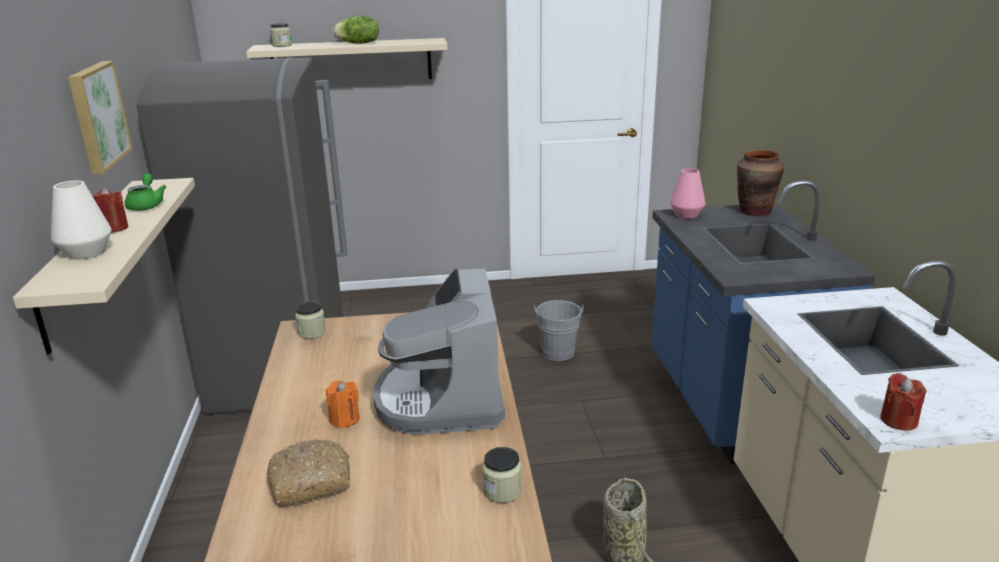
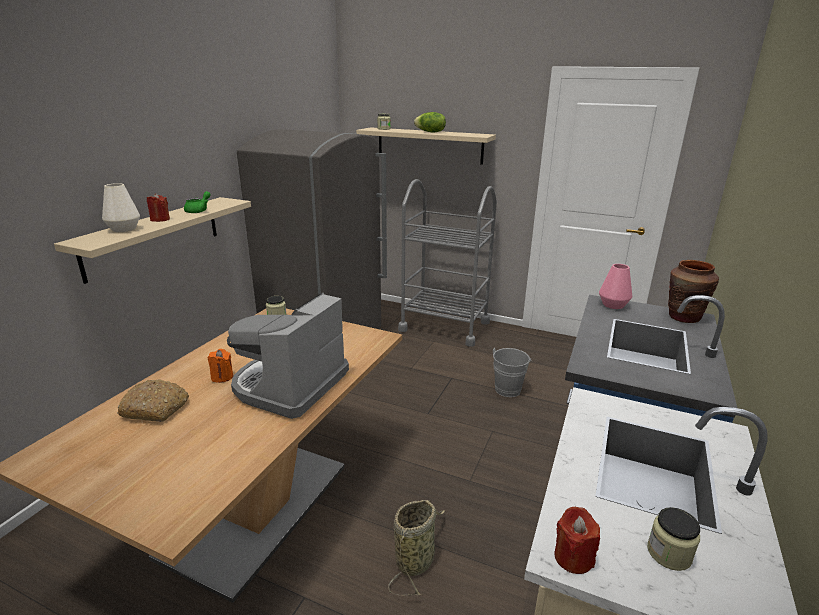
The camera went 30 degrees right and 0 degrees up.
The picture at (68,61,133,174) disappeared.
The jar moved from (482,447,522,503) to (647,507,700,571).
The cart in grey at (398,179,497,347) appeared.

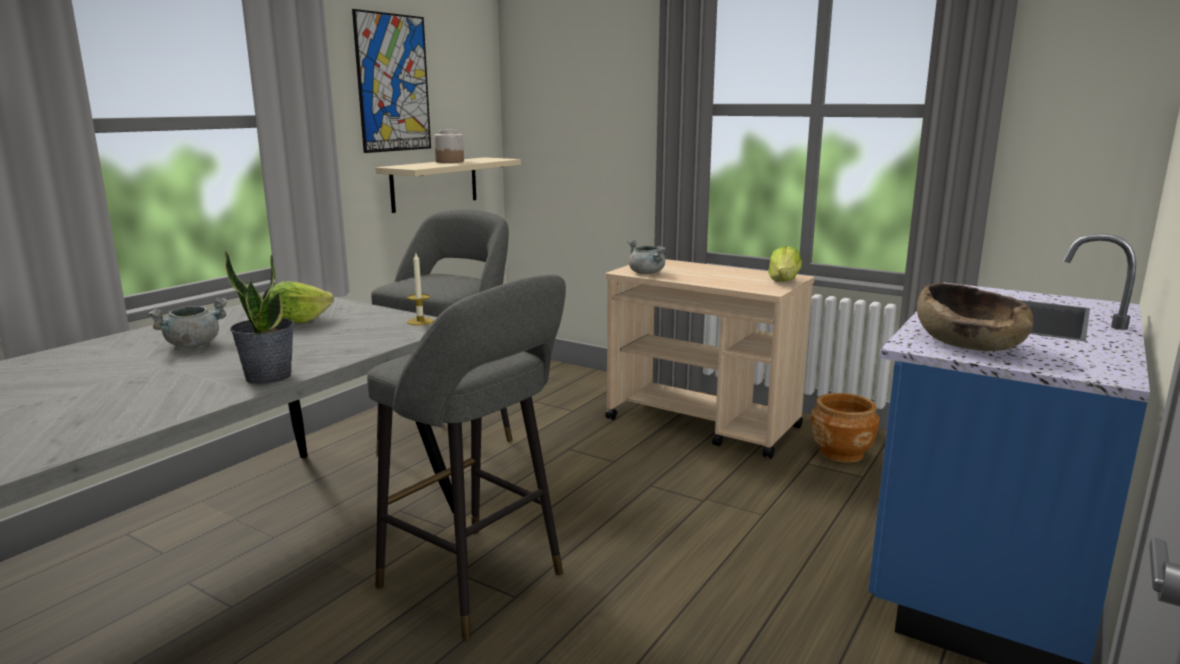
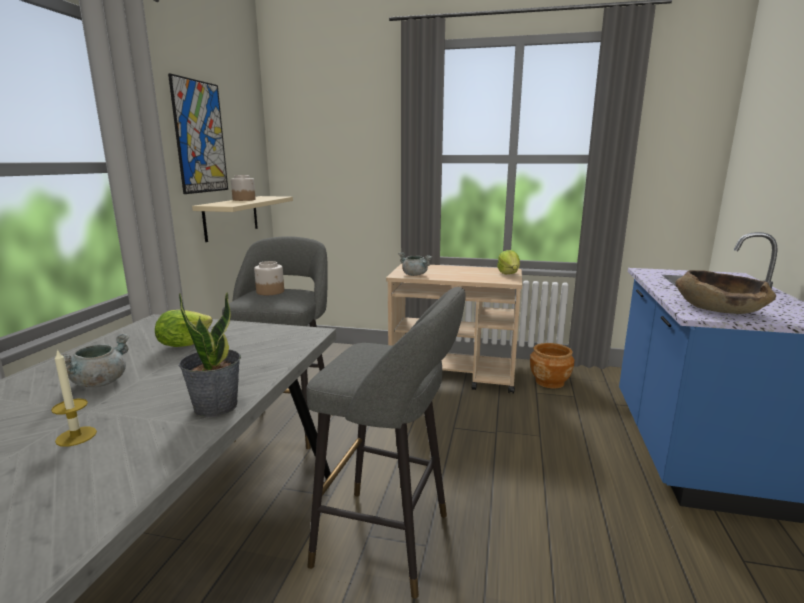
The camera went 20 degrees left and 0 degrees up.
The candle moved from (407,253,434,325) to (51,349,97,447).
The jar at (254,261,284,295) appeared.

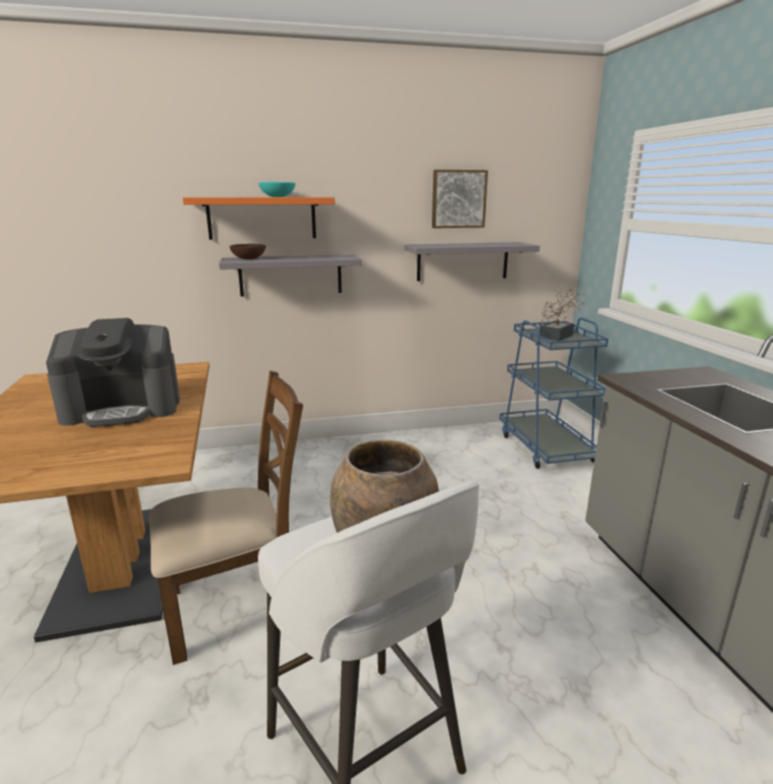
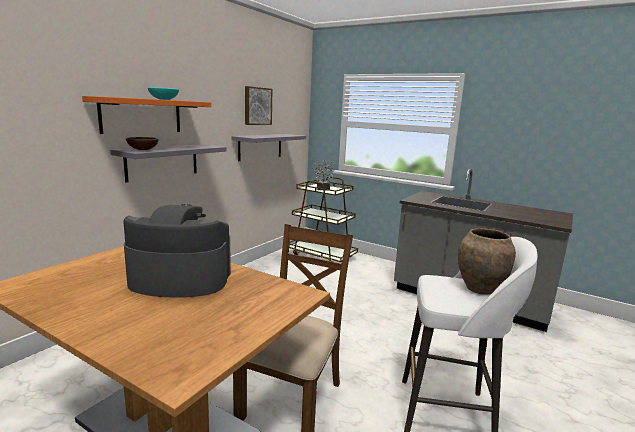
The camera went 45 degrees left and 5 degrees down.
The cart in blue at (499,317,609,469) became the cart in brown at (289,176,358,262).
The coffee machine at (46,318,180,427) turned 120 degrees counterclockwise.

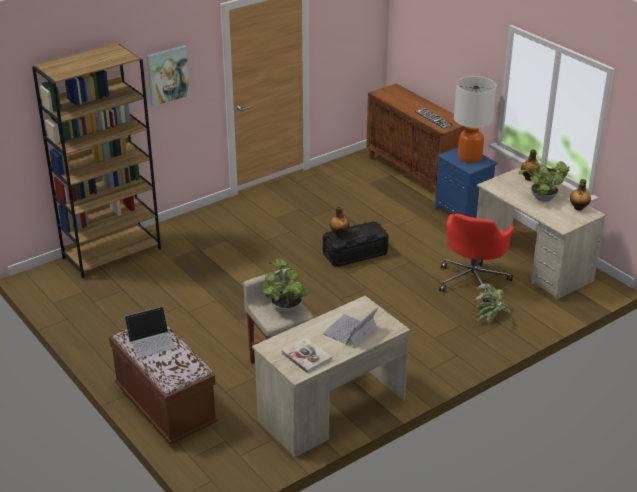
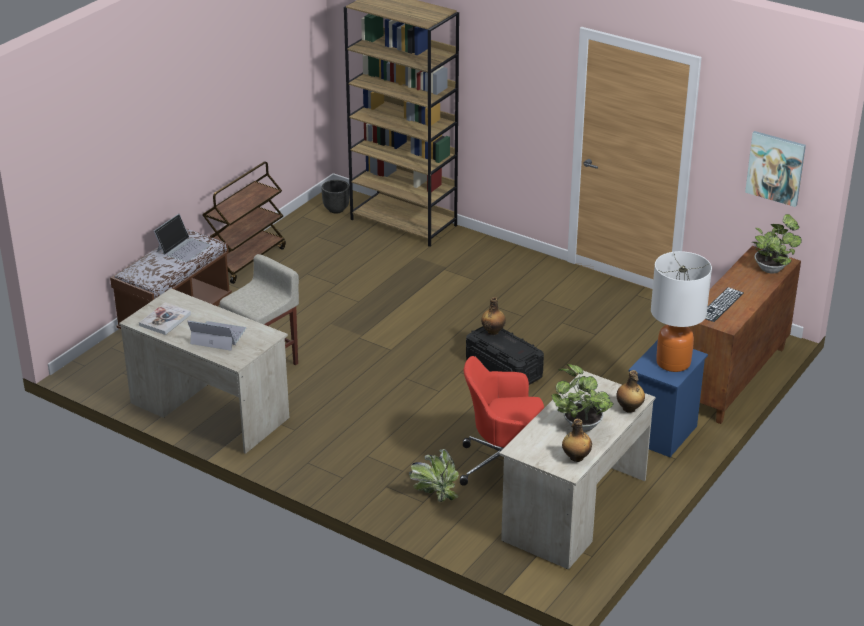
The camera went 70 degrees right and 0 degrees up.
The picture moved from (147,45,190,106) to (745,131,806,207).
The potted plant moved from (261,258,310,314) to (752,214,802,273).
The laptop at (124,306,176,358) turned 105 degrees counterclockwise.
The cart in brown at (203,161,286,284) appeared.
The planter in black at (321,180,350,214) appeared.

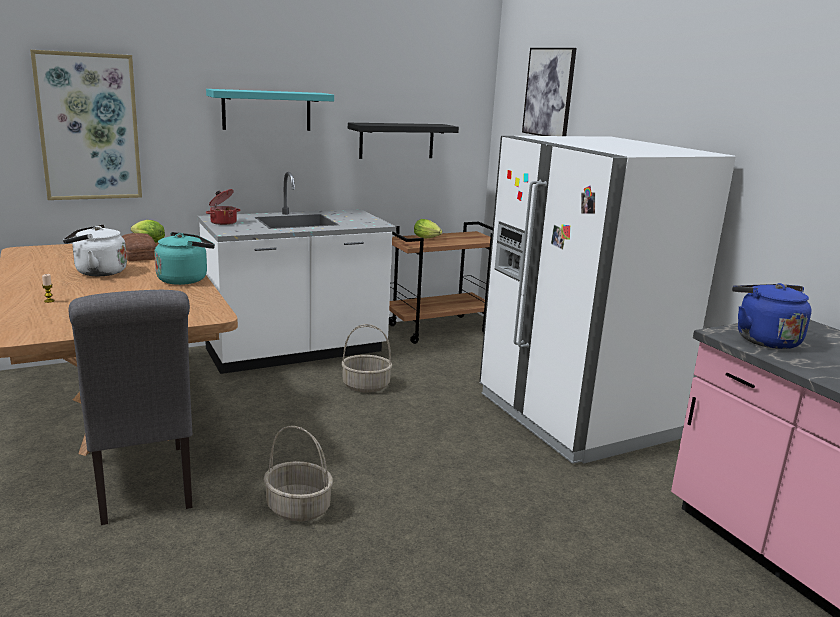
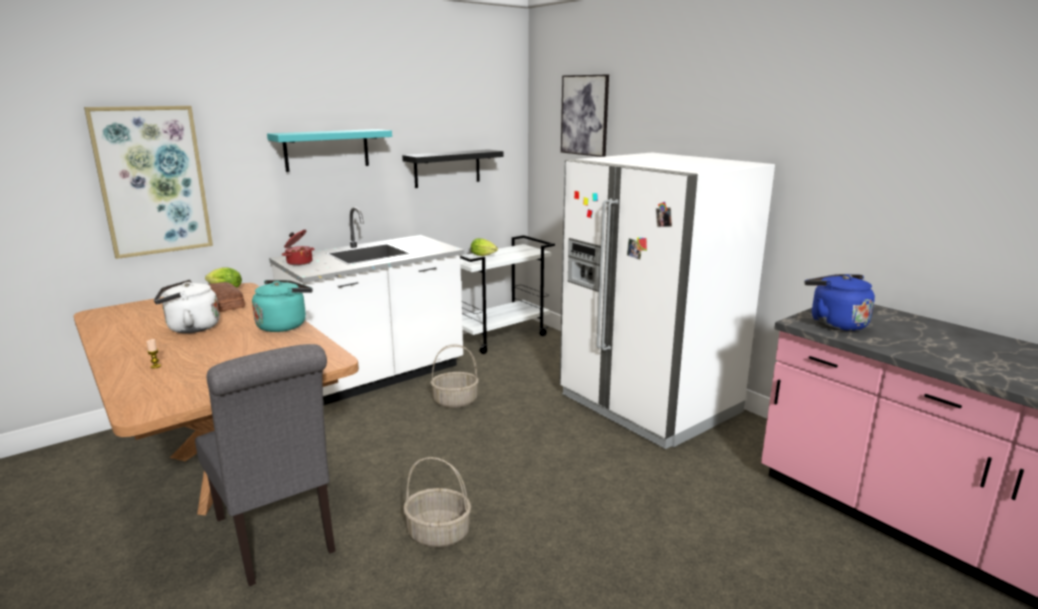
The camera went 10 degrees left and 0 degrees up.
The cart in brown at (389,222,493,344) became the cart in white at (460,235,555,354).

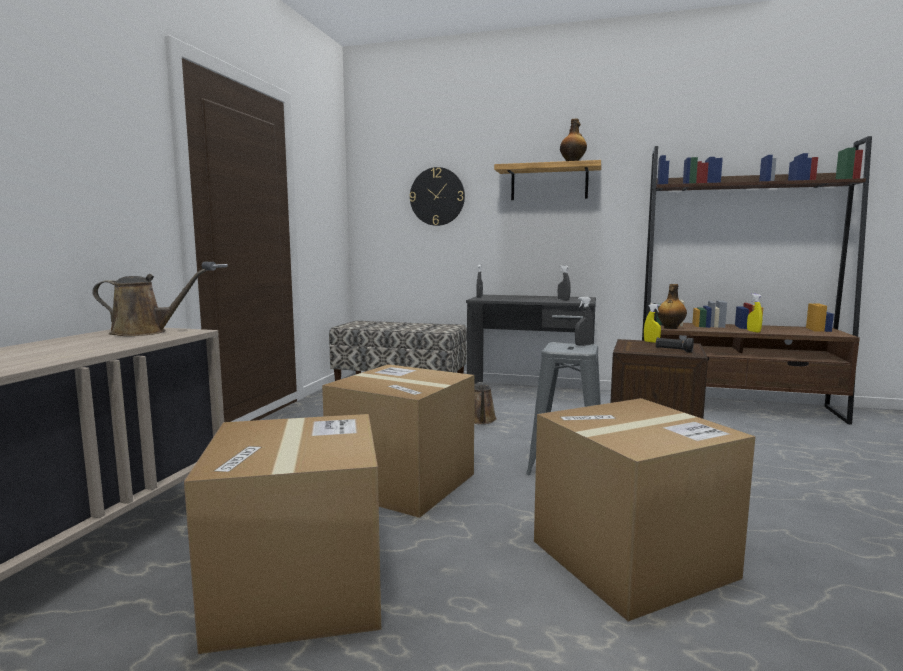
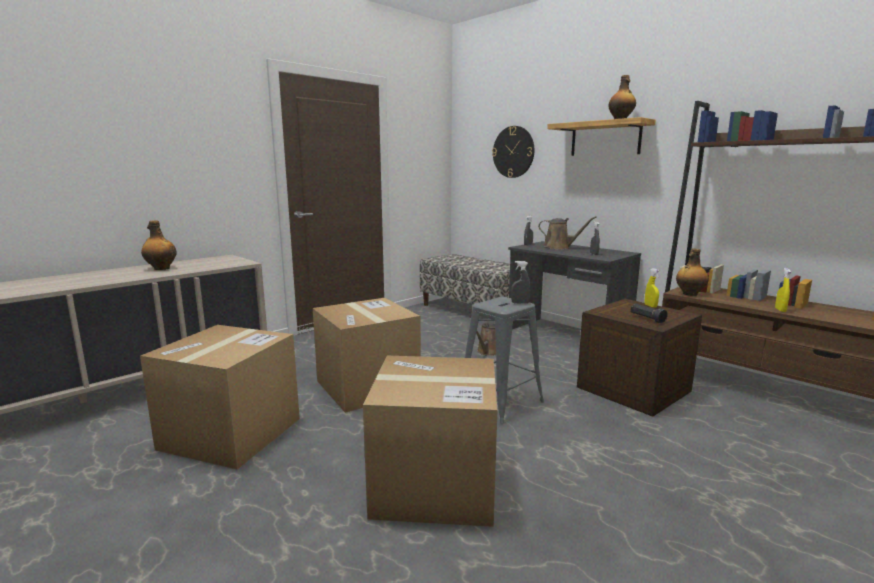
The camera went 30 degrees right and 5 degrees up.
The watering can in brown moved from (92,269,207,336) to (538,216,596,249).
The bottle at (141,220,177,270) appeared.

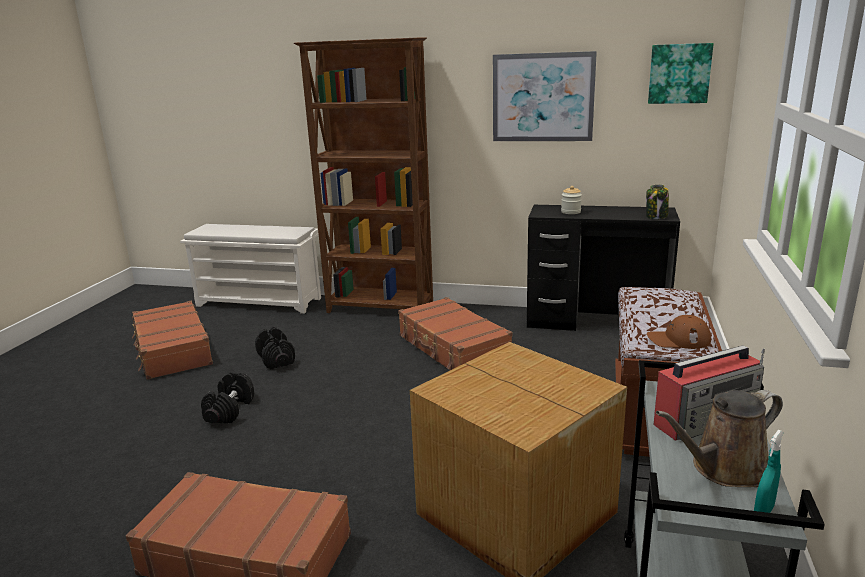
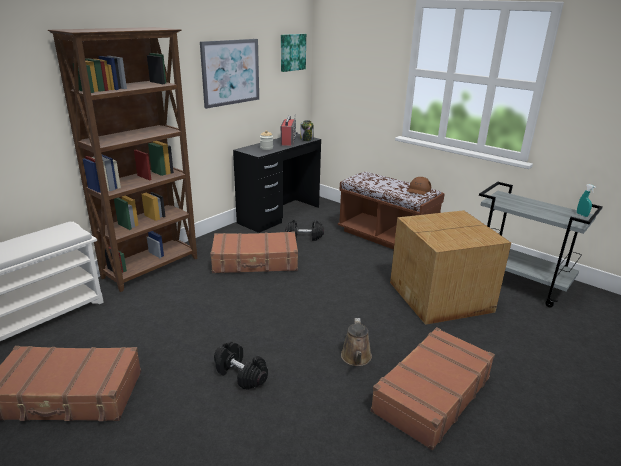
The camera went 65 degrees left and 5 degrees up.
The dumbbell in black moved from (255,327,295,370) to (285,220,324,241).
The radio moved from (653,345,765,441) to (281,116,298,146).
The watering can in brown moved from (656,390,783,487) to (341,318,372,366).

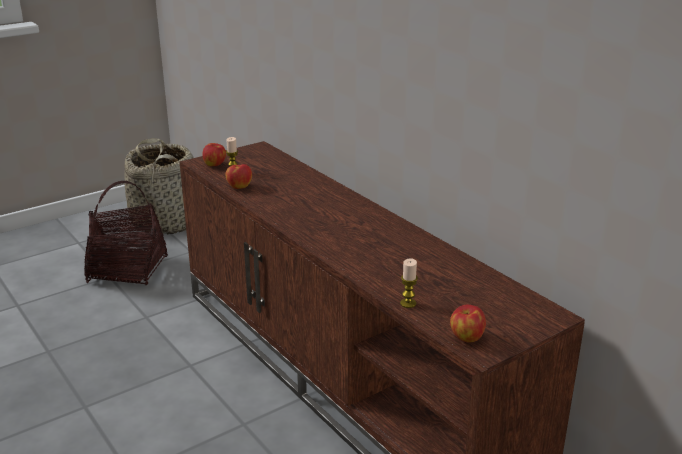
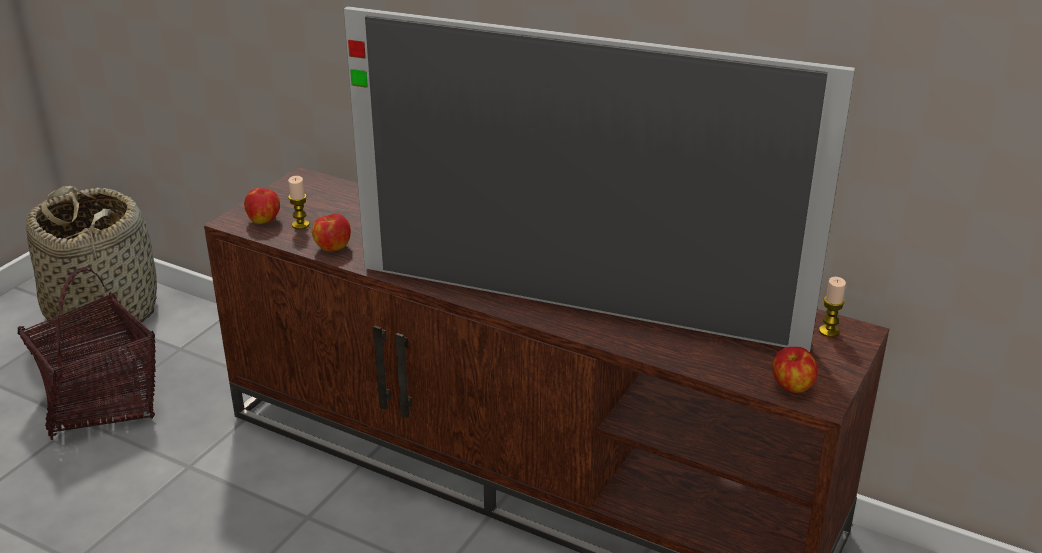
The camera went 25 degrees left and 5 degrees up.
The candle moved from (400,258,418,308) to (819,277,846,337).
The television at (344,6,855,352) appeared.

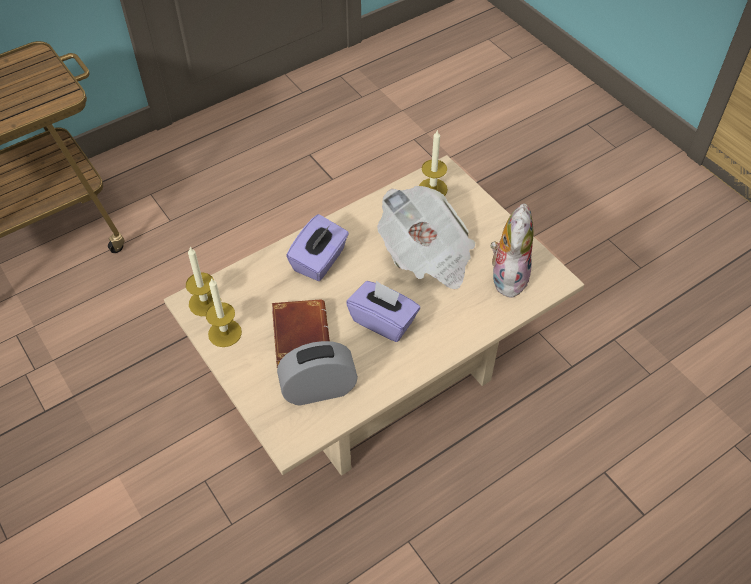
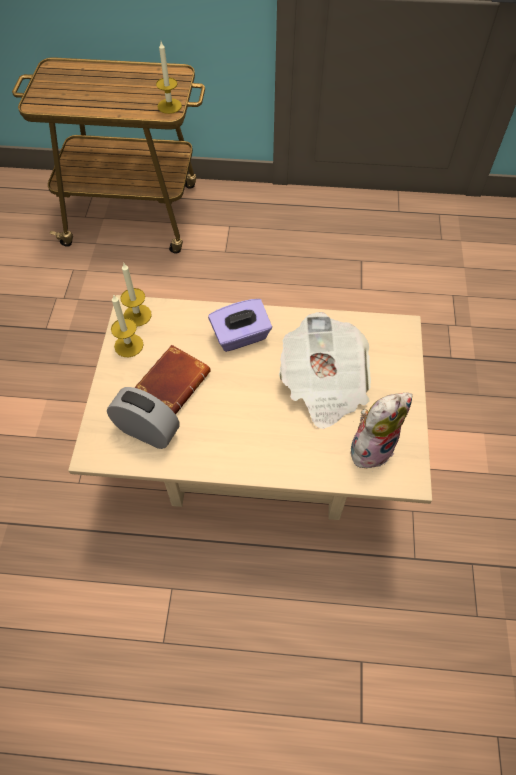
The camera went 40 degrees right and 5 degrees up.
The candle moved from (419,129,448,196) to (156,41,182,114).
The tissue box in purple at (346,280,420,342) disappeared.

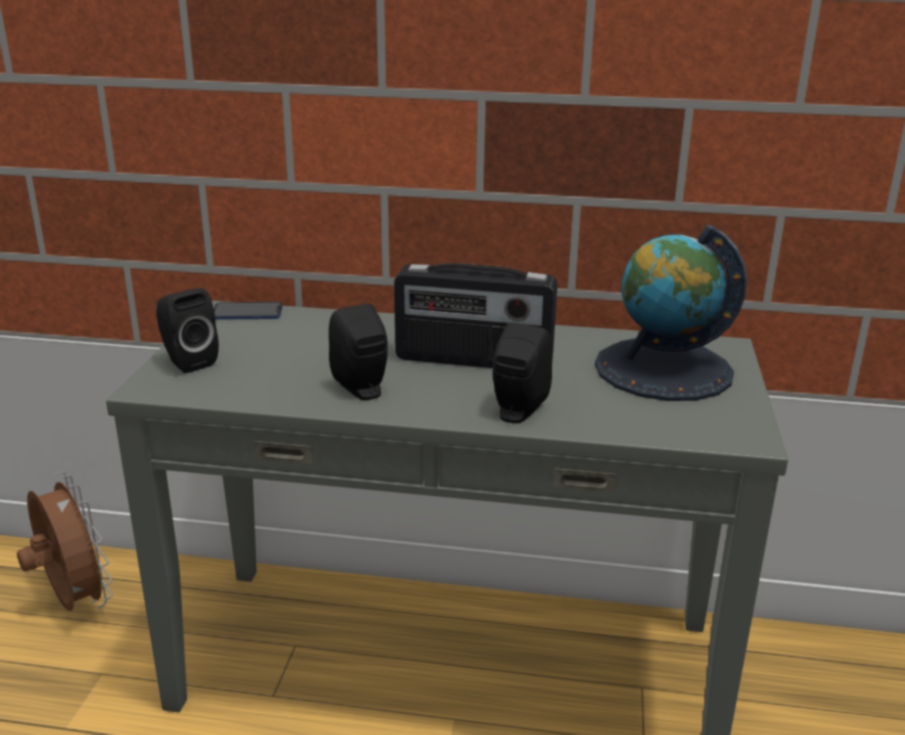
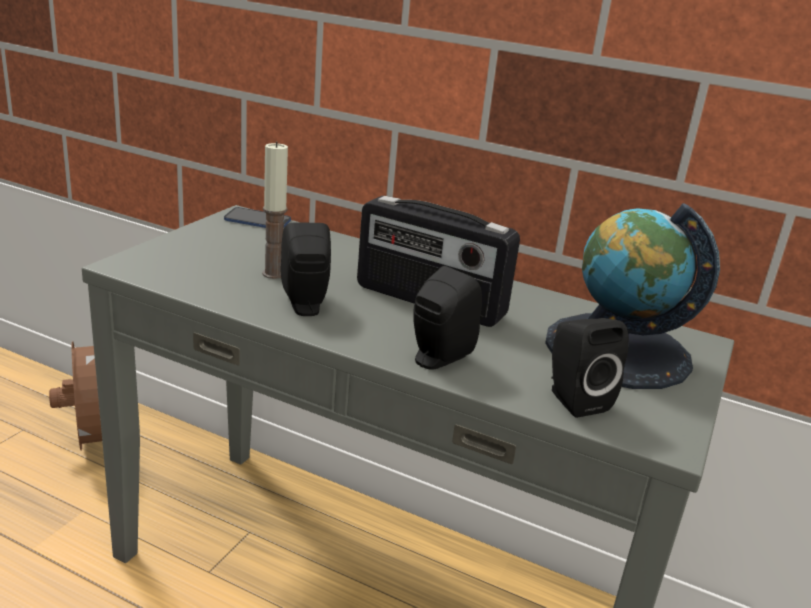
The camera went 15 degrees right and 0 degrees up.
The speaker in black moved from (156,288,219,373) to (552,318,629,418).
The candle at (262,141,288,279) appeared.

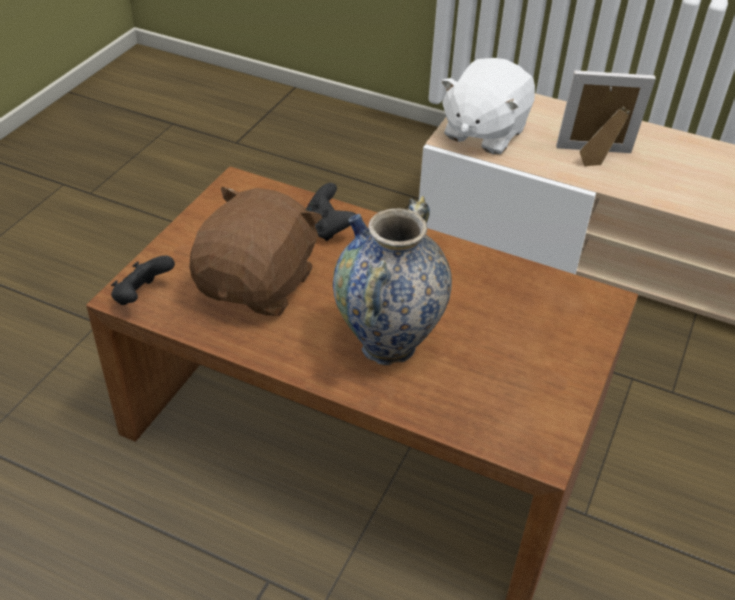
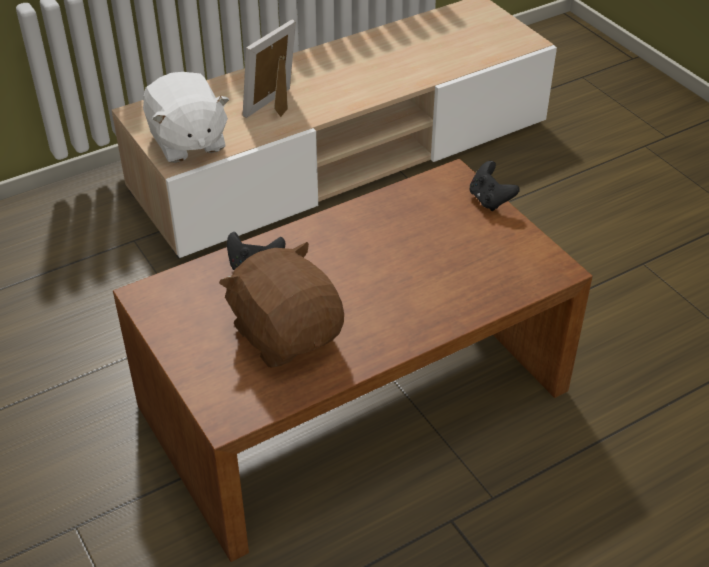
The camera went 55 degrees left and 0 degrees up.
The vase at (333,196,452,365) disappeared.
The game controller in black moved from (111,256,175,305) to (469,161,520,211).

